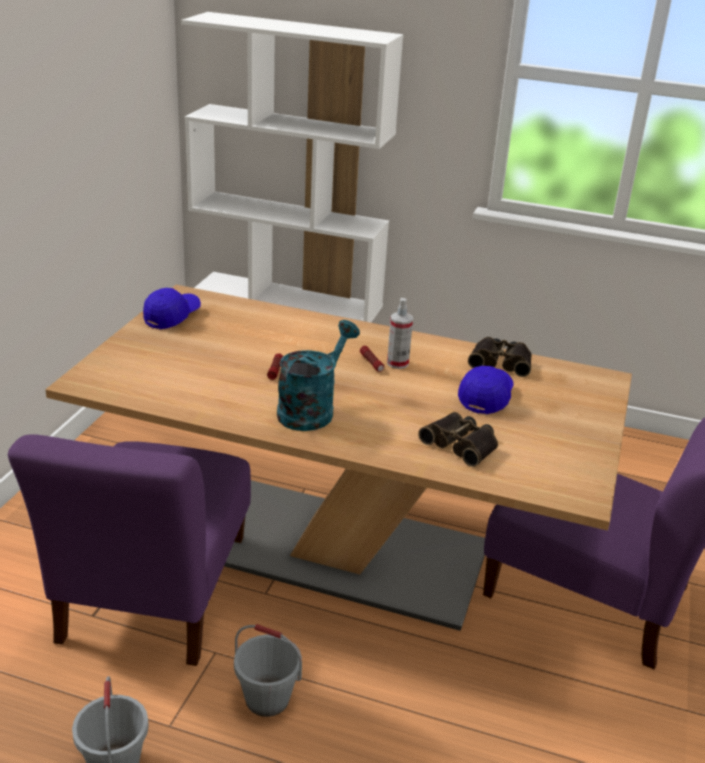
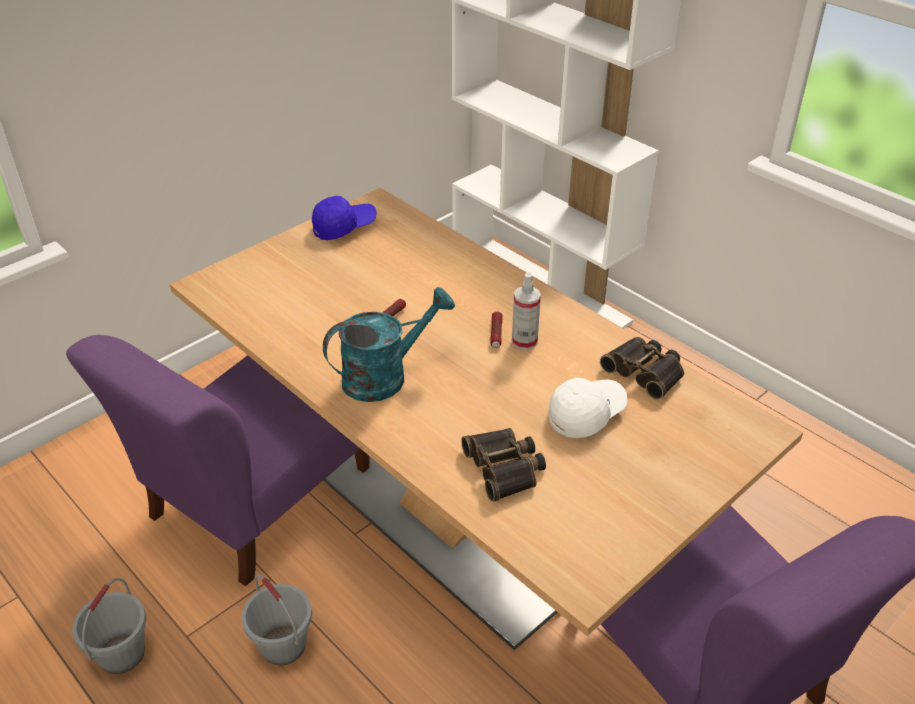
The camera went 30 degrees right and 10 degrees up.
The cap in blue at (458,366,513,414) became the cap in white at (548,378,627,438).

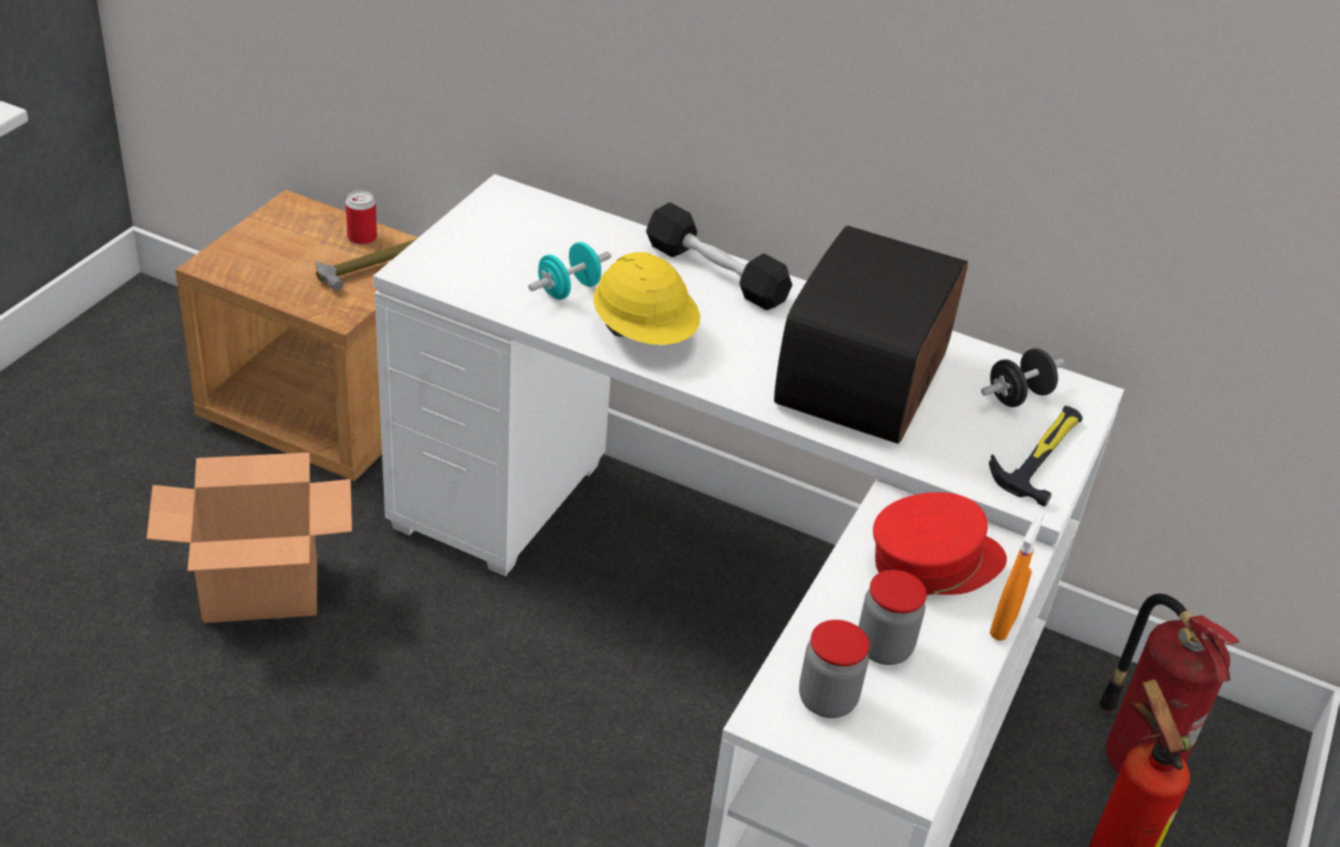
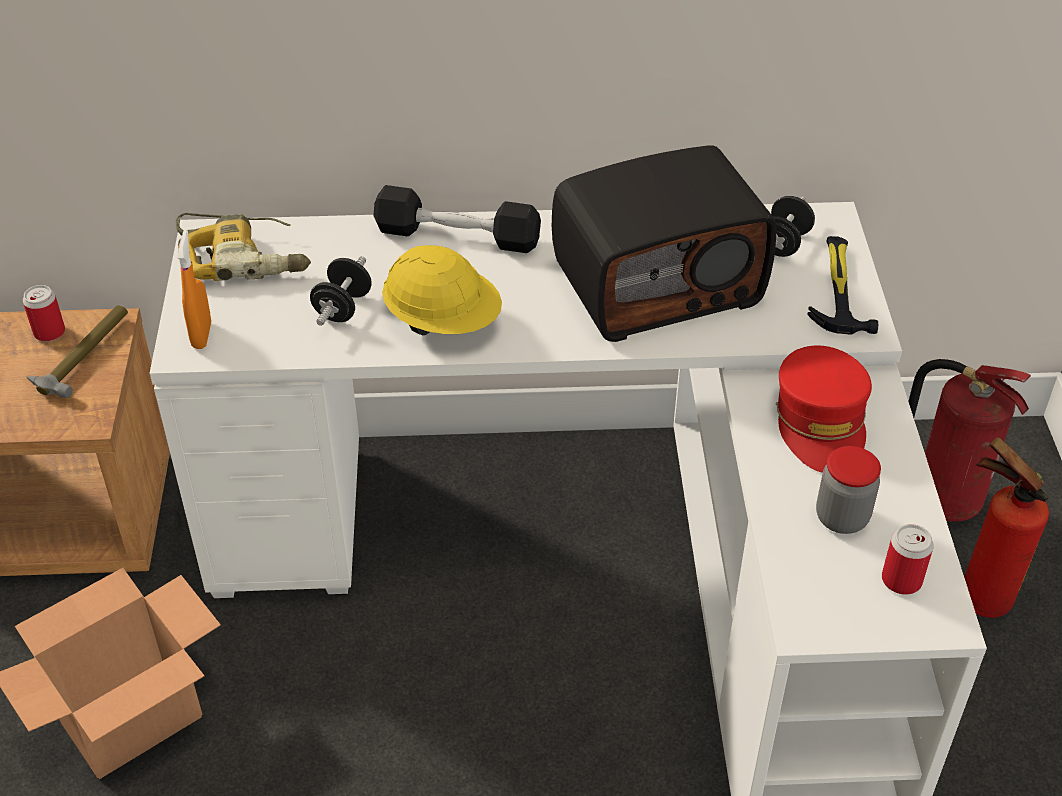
The camera went 25 degrees left and 5 degrees up.
The radio at (774,226,968,444) turned 105 degrees counterclockwise.
The dumbbell in turquoise at (528,242,611,300) became the dumbbell in black at (310,256,372,326).
The cap in red at (873,492,1007,595) turned 135 degrees clockwise.
The spray bottle in orange moved from (990,512,1044,641) to (177,230,211,349).
The jar at (799,620,870,718) disappeared.
The power drill at (176,213,311,281) appeared.
The can at (882,524,934,595) appeared.

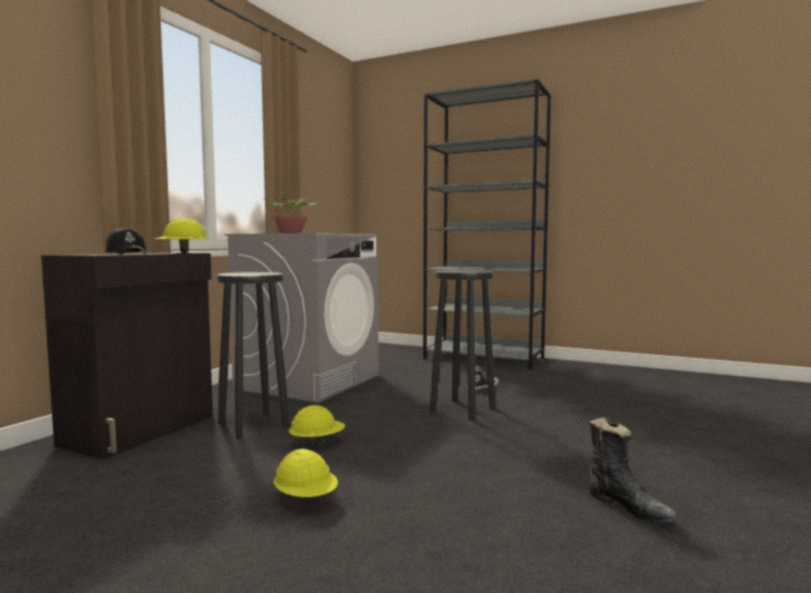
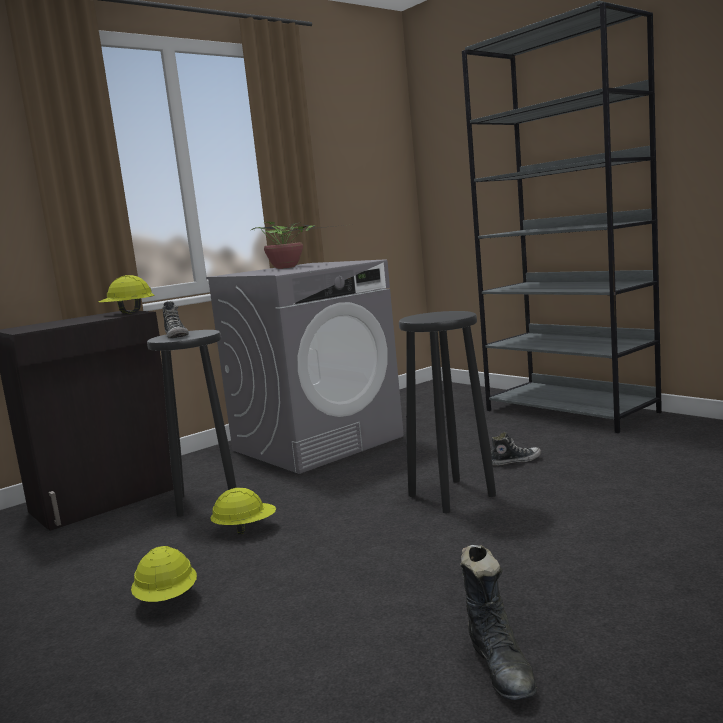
The camera went 25 degrees right and 5 degrees up.
The cap in black at (106,228,146,254) disappeared.
The shoe at (162,301,189,338) appeared.

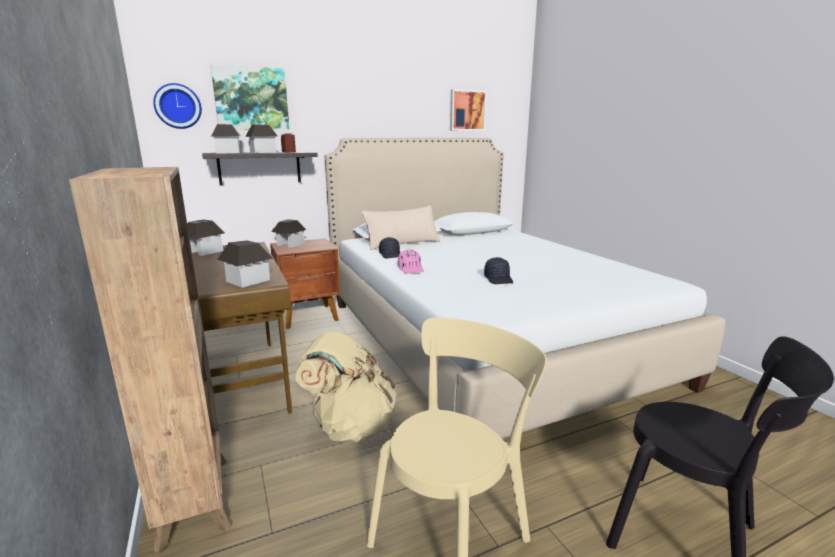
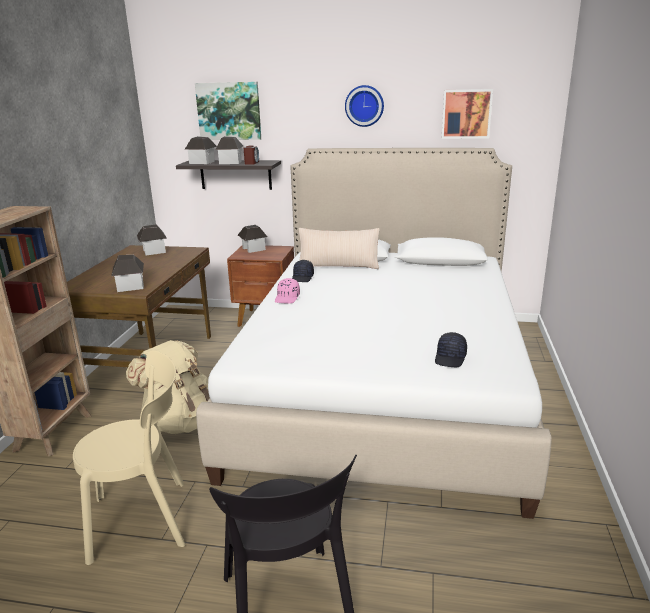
The camera went 35 degrees right and 5 degrees up.
The wall clock moved from (153,83,202,129) to (345,85,384,127).
The cap in black moved from (484,257,513,284) to (435,332,467,367).

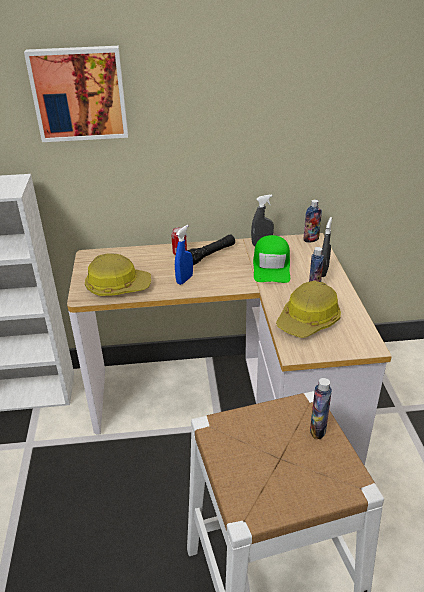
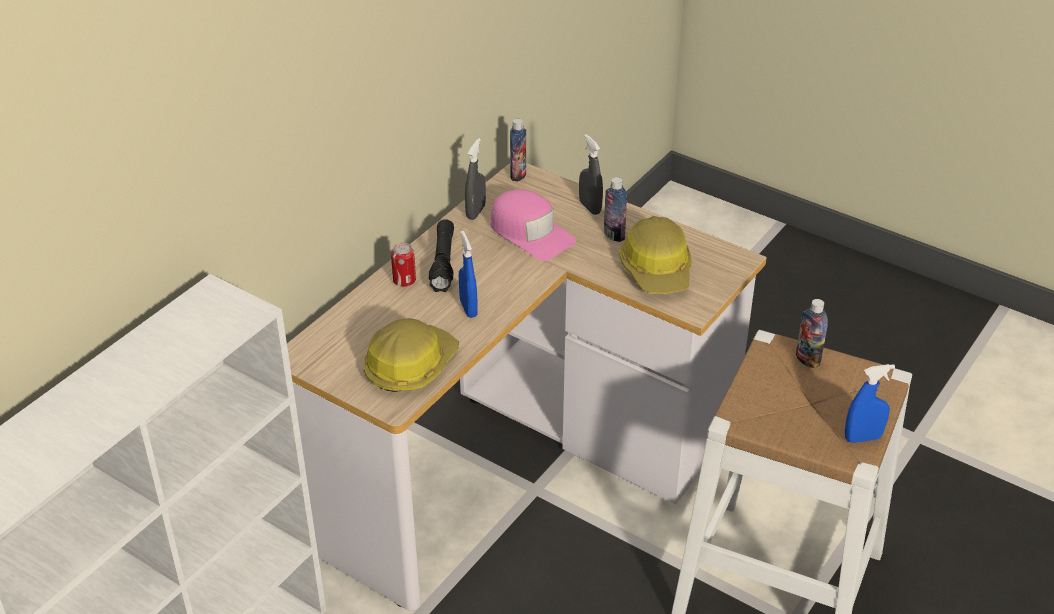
The camera went 50 degrees left and 5 degrees up.
The picture at (24,46,128,142) disappeared.
The cap in green at (253,235,290,283) became the cap in pink at (490,189,576,261).
The spray bottle in blue at (845,364,895,443) appeared.

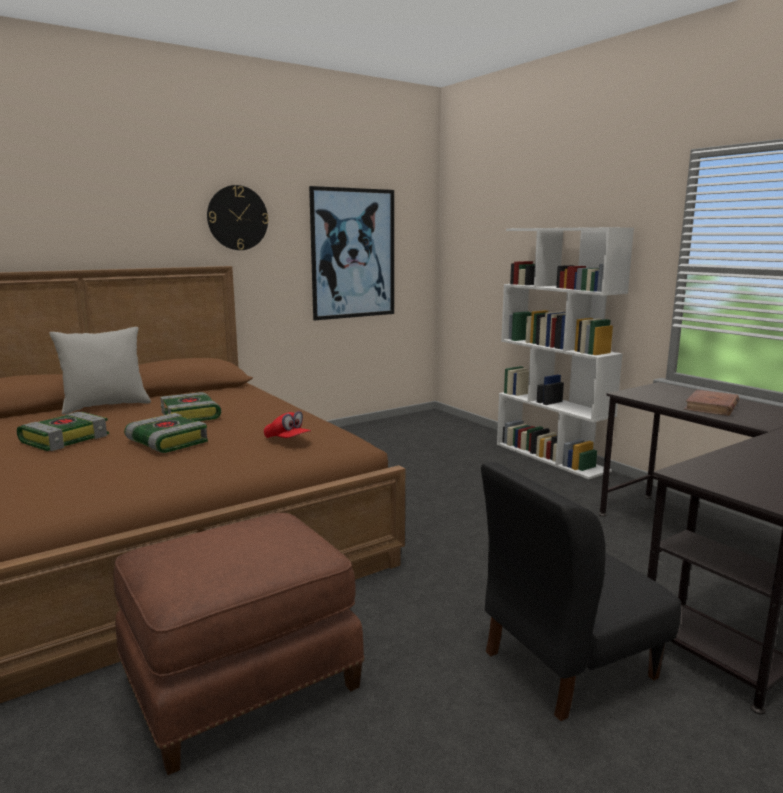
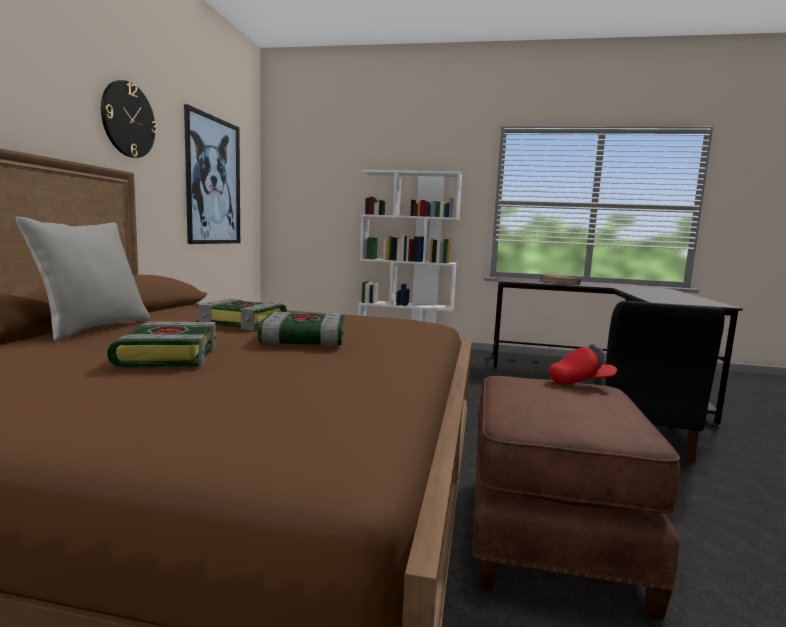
The camera went 45 degrees left and 5 degrees down.
The cap in red moved from (264,411,311,438) to (549,344,617,385).

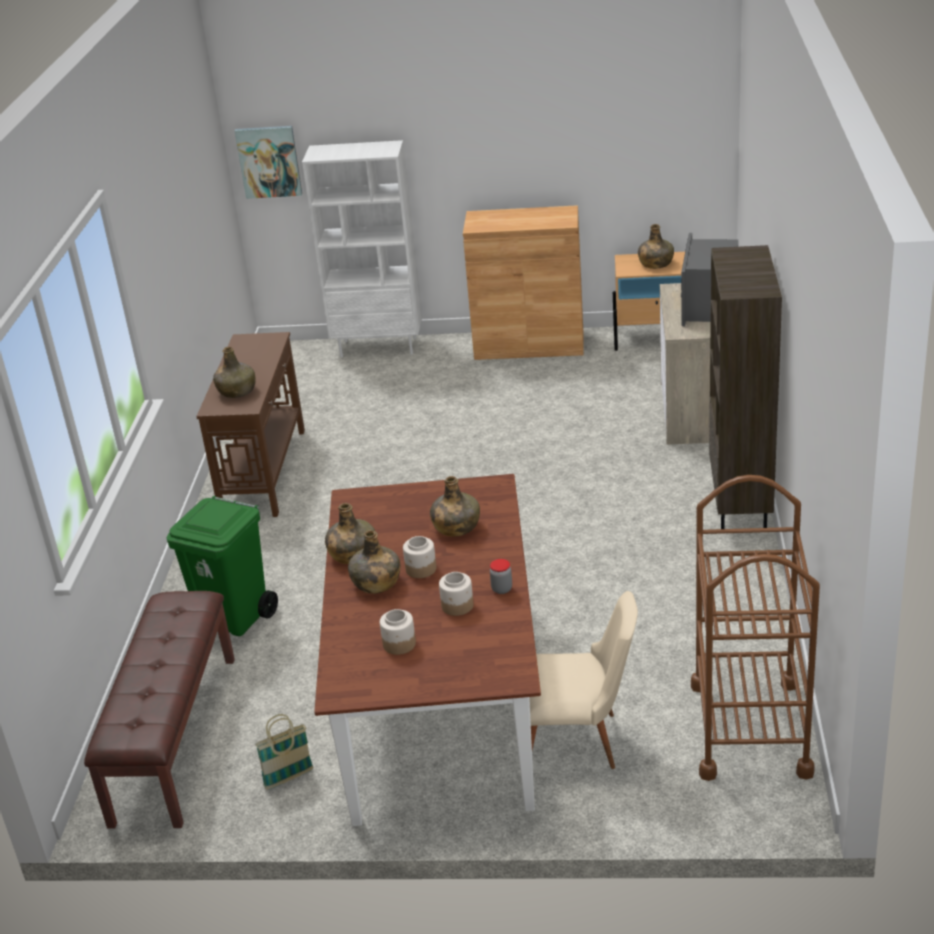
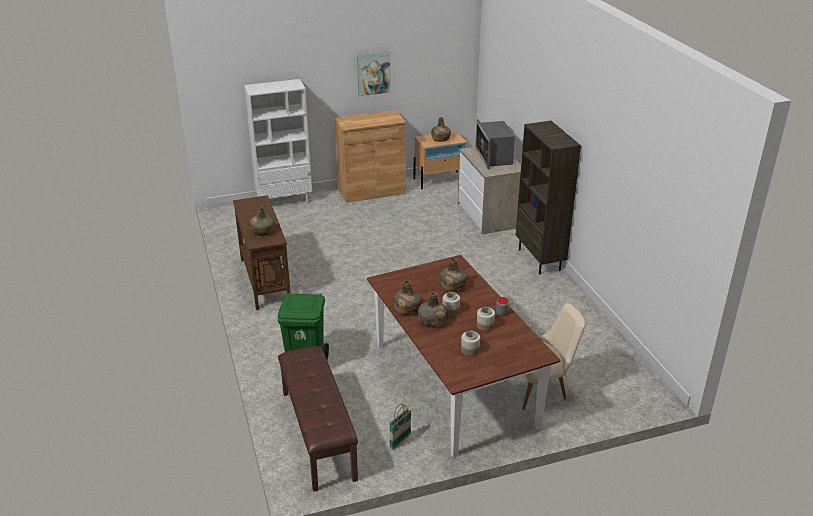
The camera went 25 degrees left and 0 degrees up.
The picture moved from (234,126,302,199) to (357,52,391,96).
The cart in brown at (691,475,820,781) disappeared.

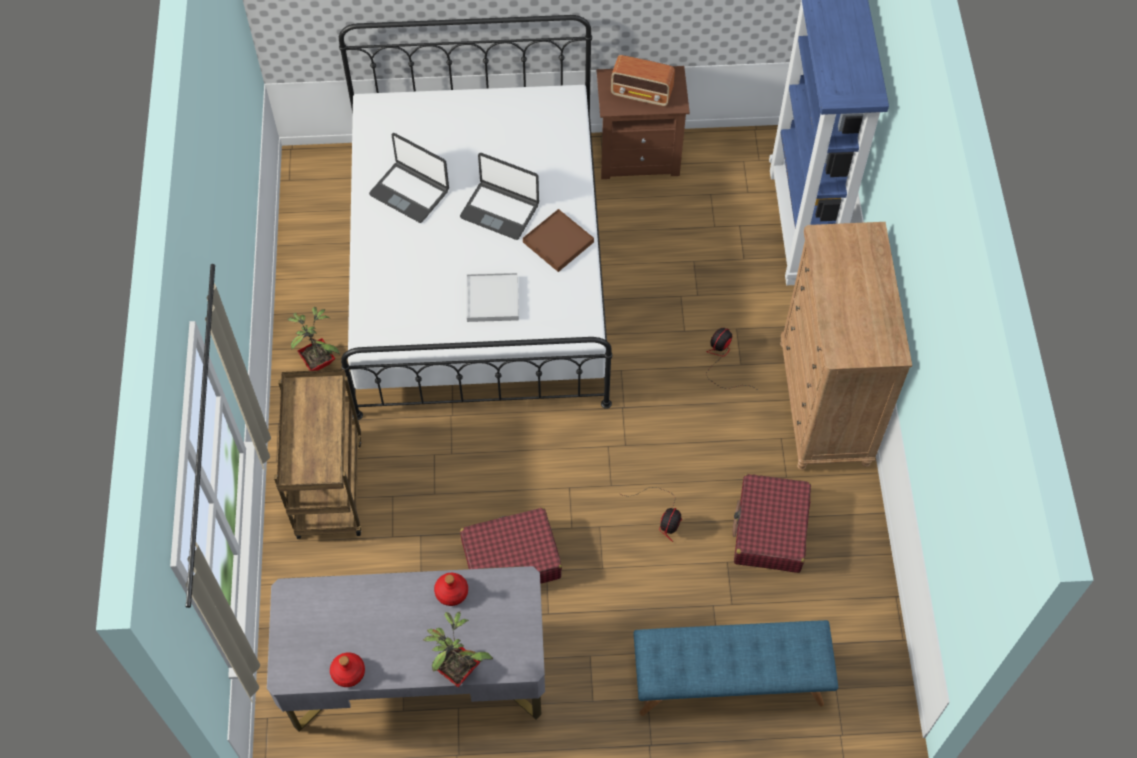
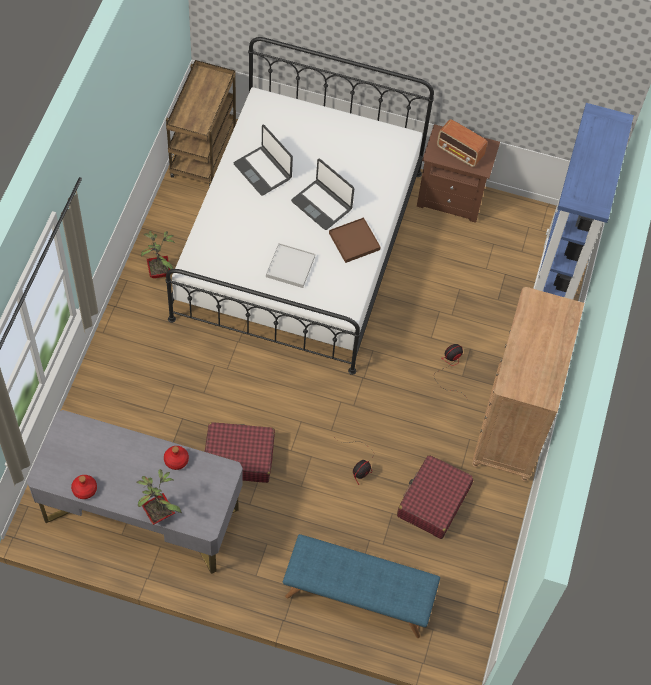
The camera went 15 degrees right and 0 degrees up.
The cart in brown moved from (274,369,361,539) to (166,60,236,187).

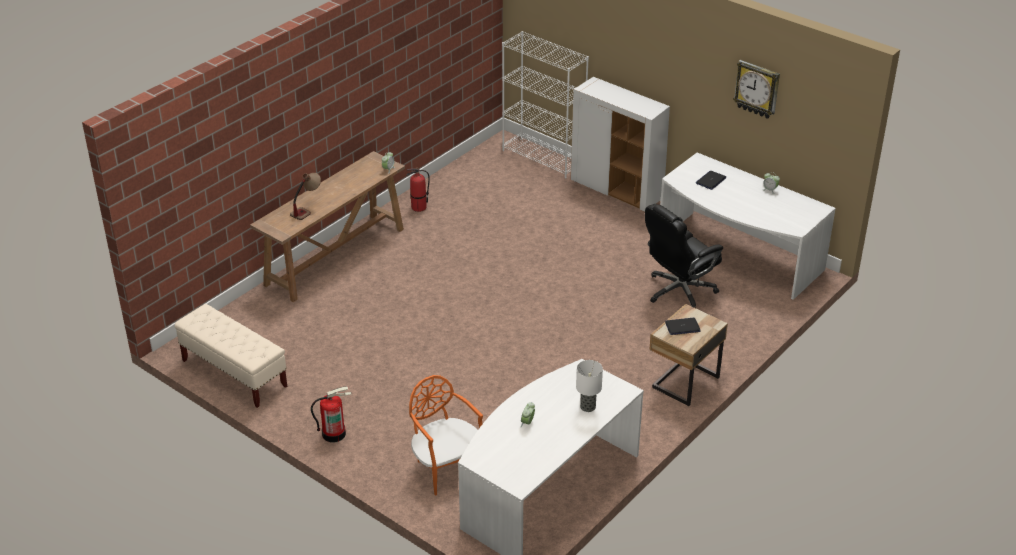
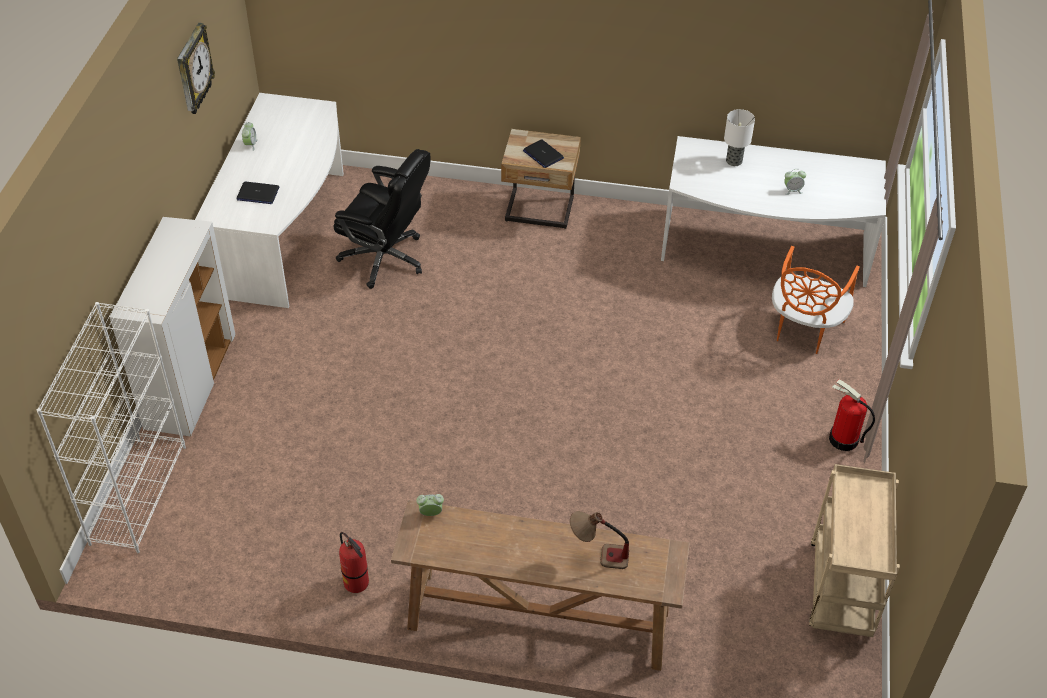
The camera went 120 degrees left and 10 degrees up.
The bench in beige at (175,304,287,408) was replaced by the cart in beige at (809,464,900,637).

